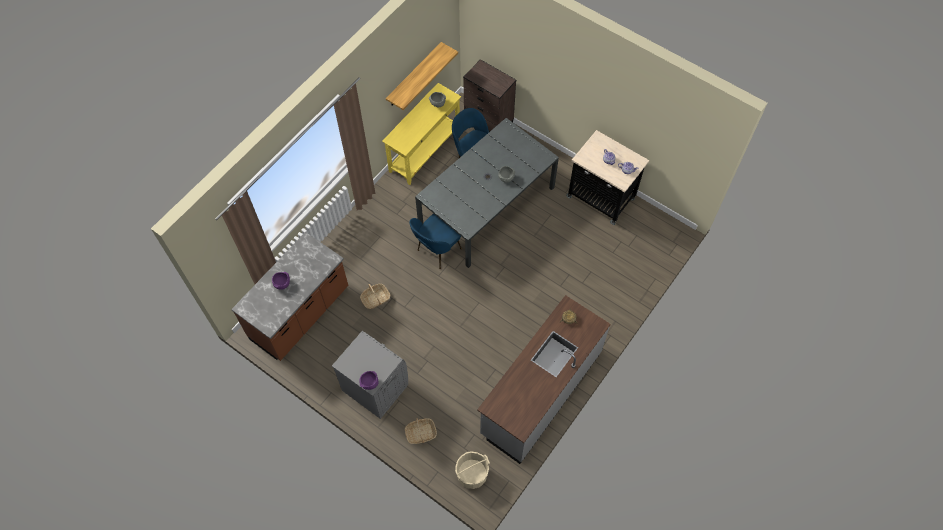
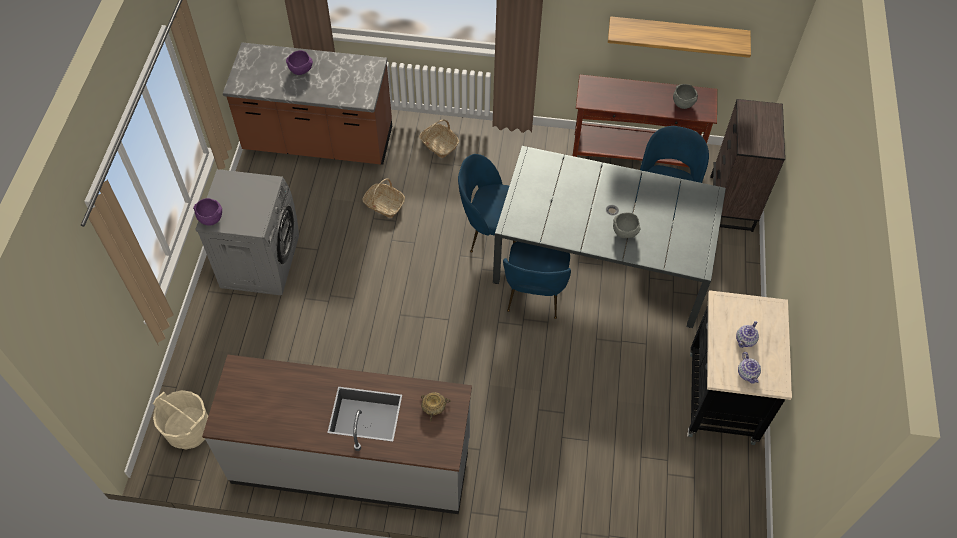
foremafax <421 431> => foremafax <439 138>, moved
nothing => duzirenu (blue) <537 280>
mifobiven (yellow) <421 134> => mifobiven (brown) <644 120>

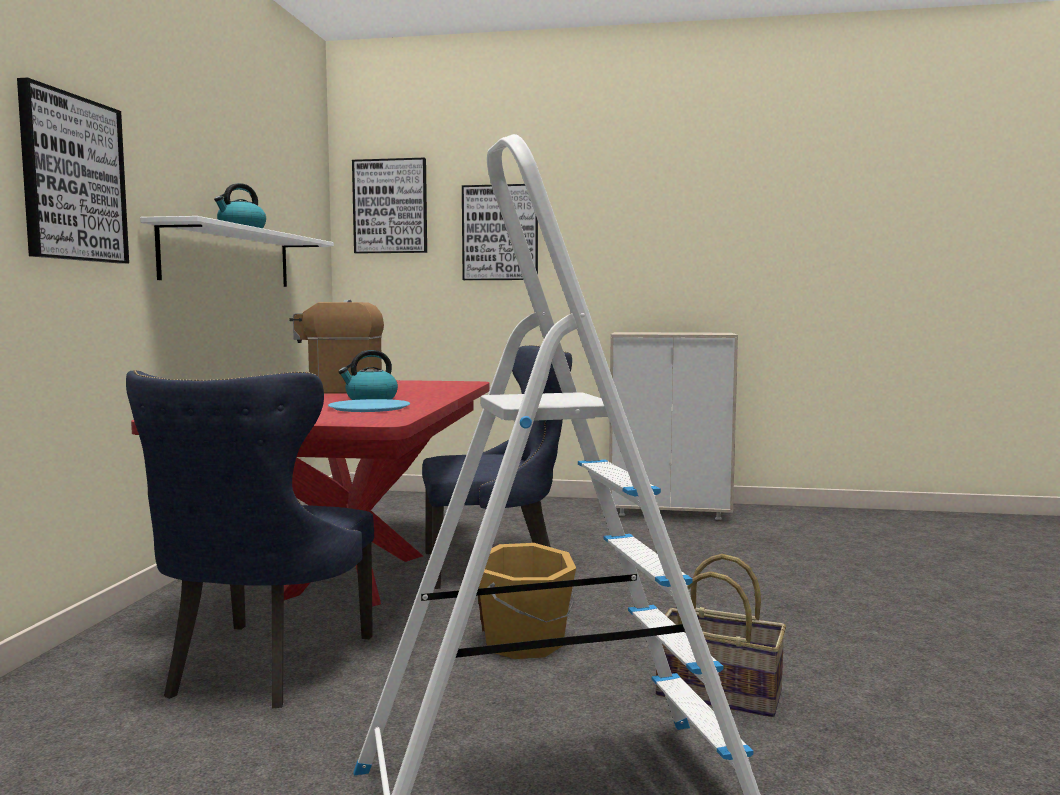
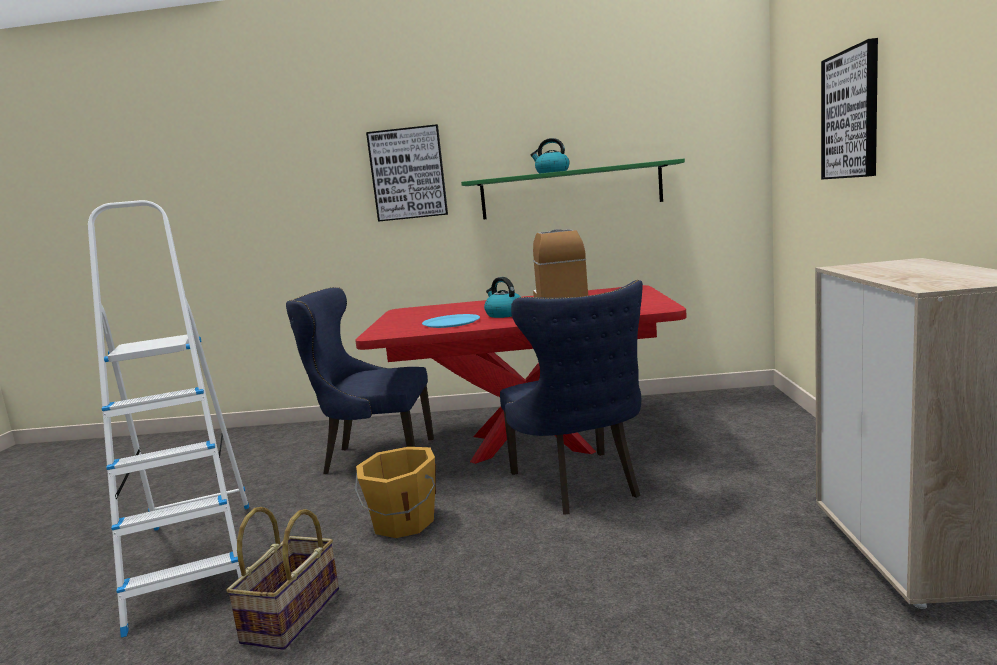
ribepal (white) <237 251> => ribepal (green) <573 189>
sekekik <389 206> => nothing

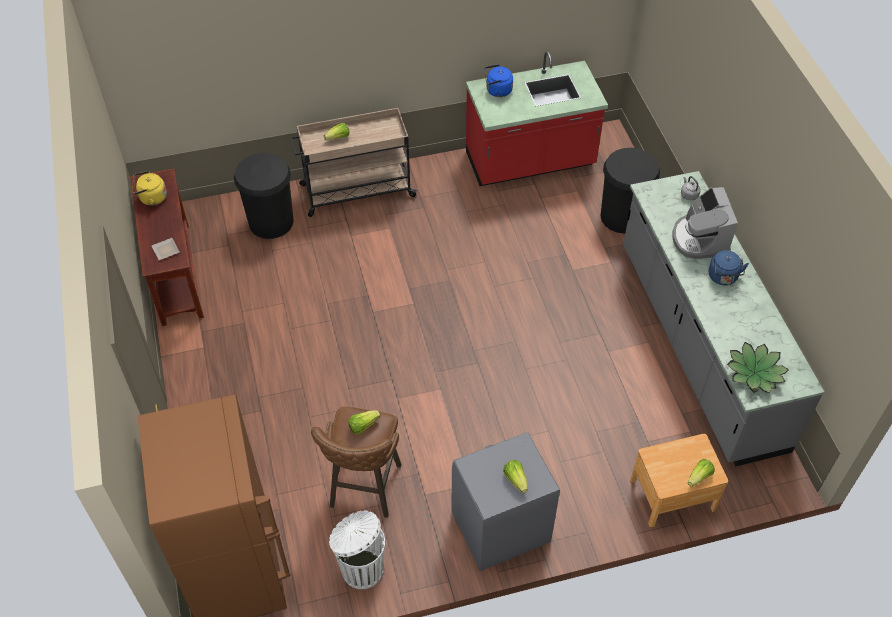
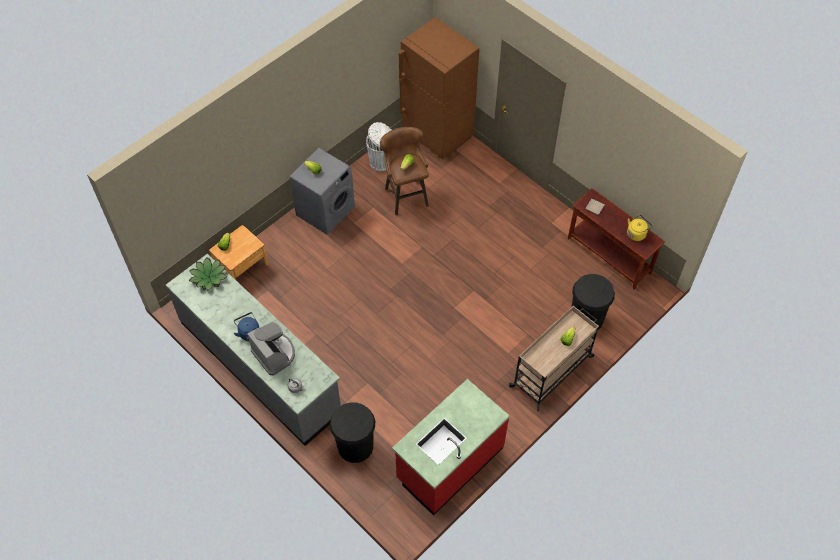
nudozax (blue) <498 80> => nothing

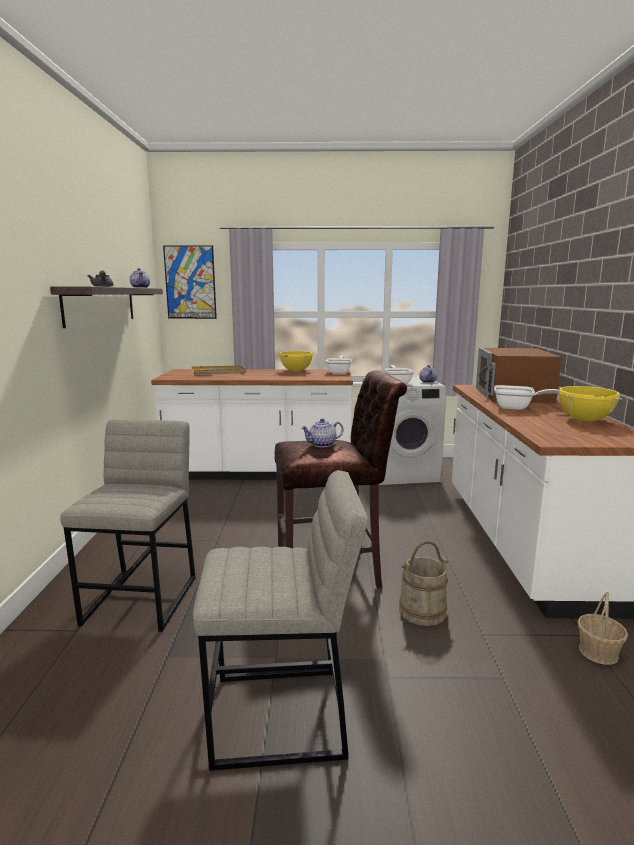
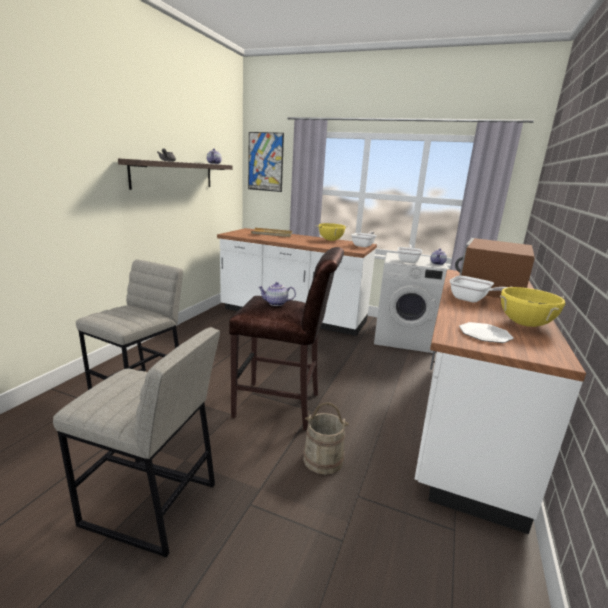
nothing => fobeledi <486 332>
foremafax <602 628> => nothing

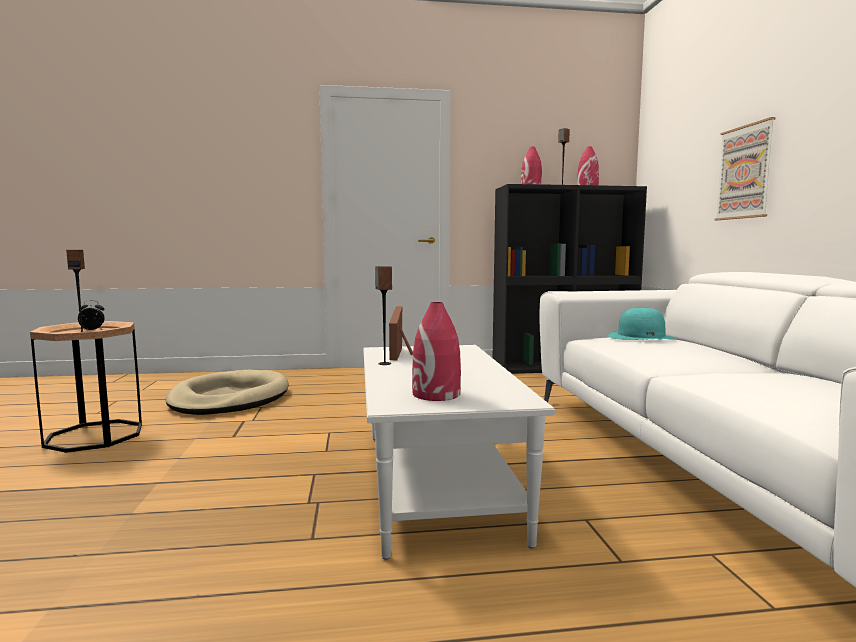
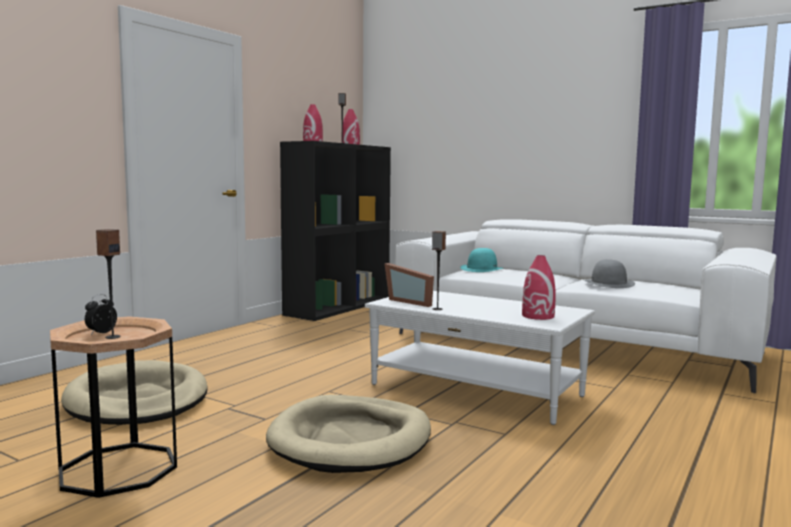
nothing => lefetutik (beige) <348 434>
nothing => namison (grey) <609 273>
sekekik <745 168> => nothing

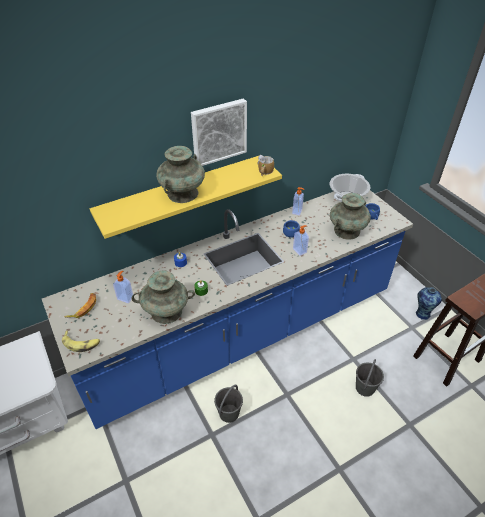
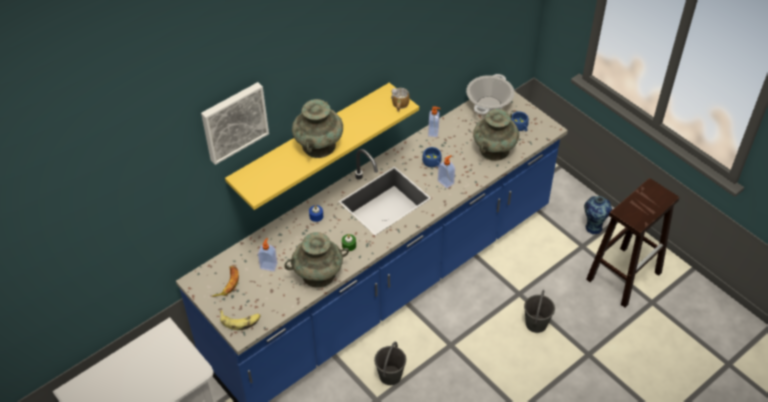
sekekik <219 132> => sekekik <235 123>, moved

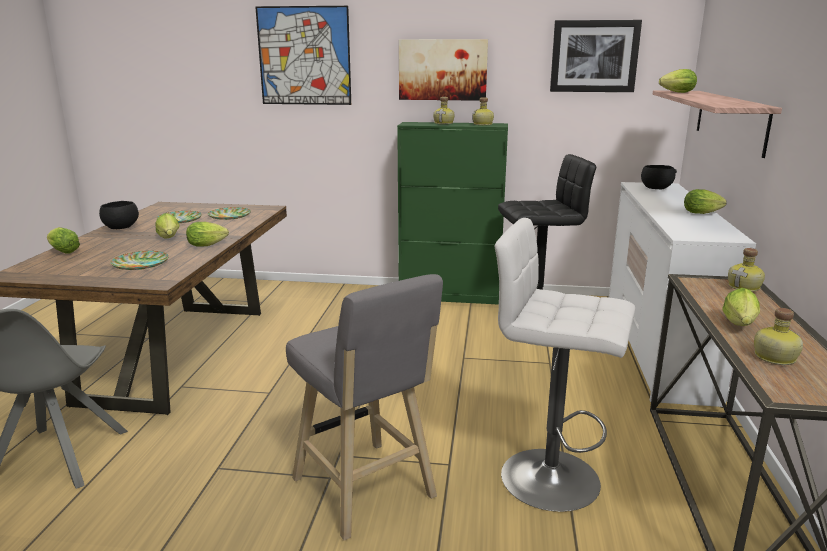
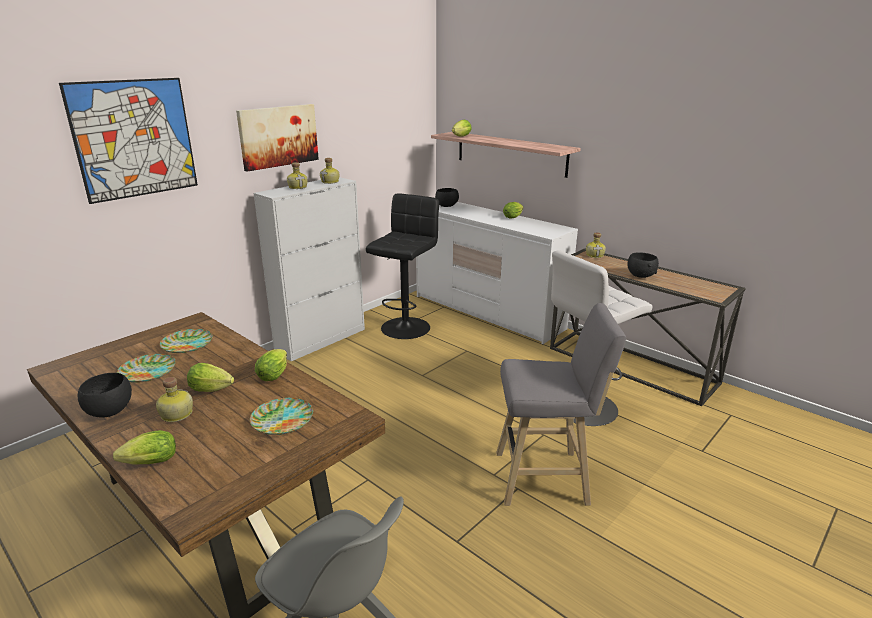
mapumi <778 336> => mapumi <174 399>, moved
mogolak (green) <452 213> => mogolak (white) <309 269>
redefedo <741 307> => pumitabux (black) <643 265>
sekekik <596 56> => nothing

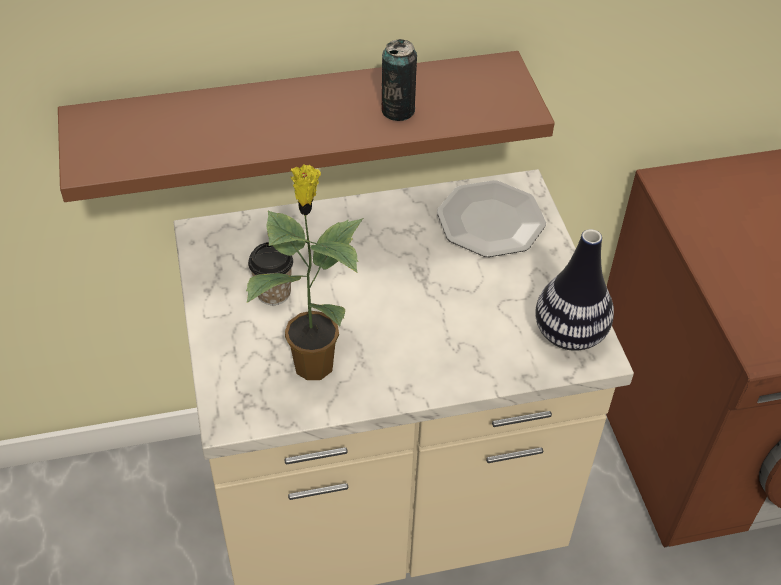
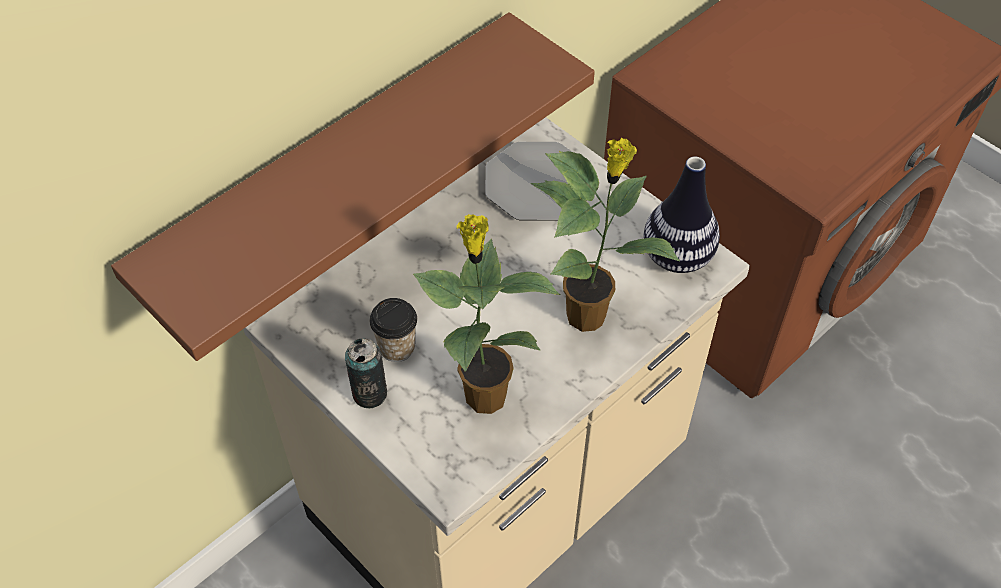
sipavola <399 80> => sipavola <366 373>, moved
nothing => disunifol <605 235>

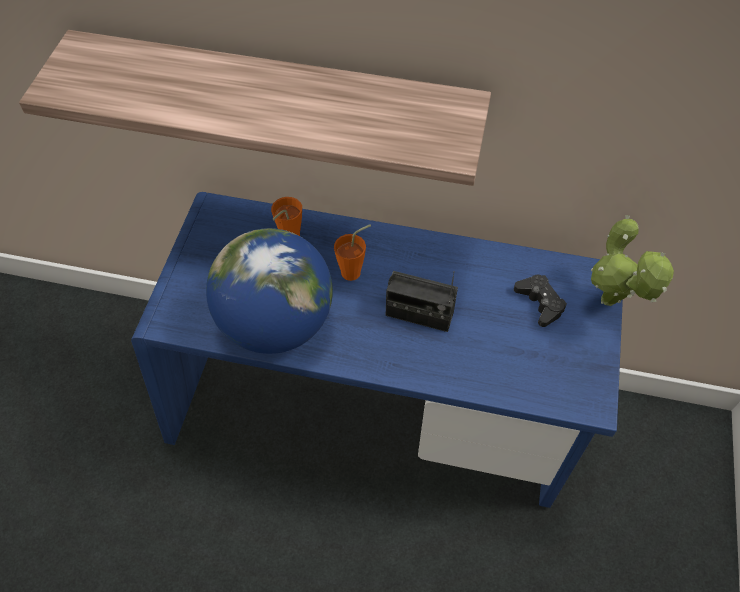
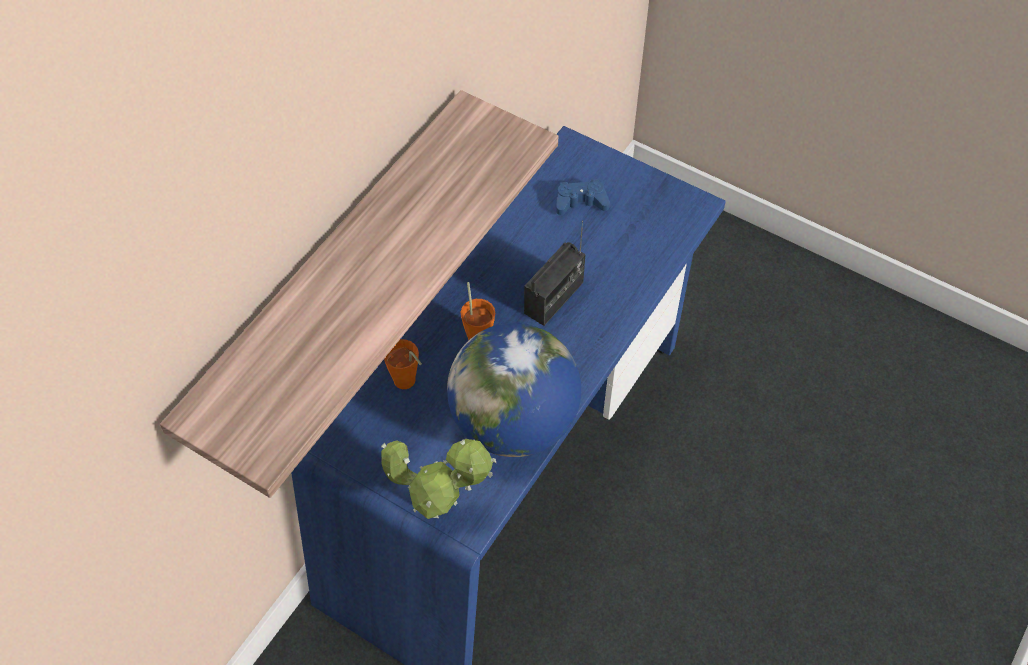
disunifol <632 260> => disunifol <438 479>, moved
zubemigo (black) <540 301> => zubemigo (blue) <583 197>

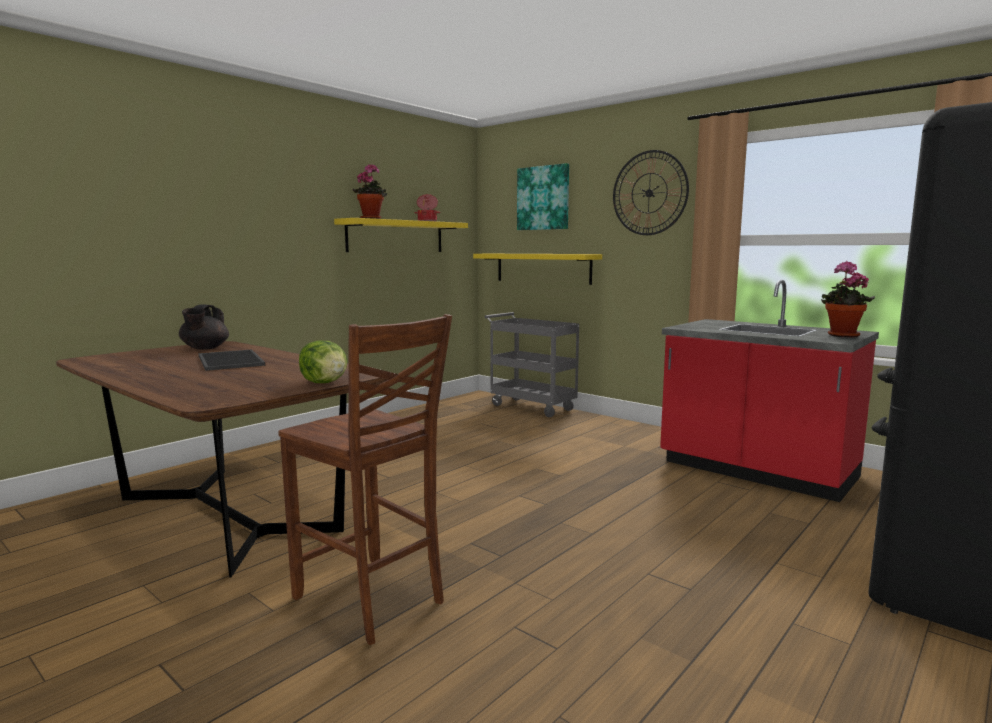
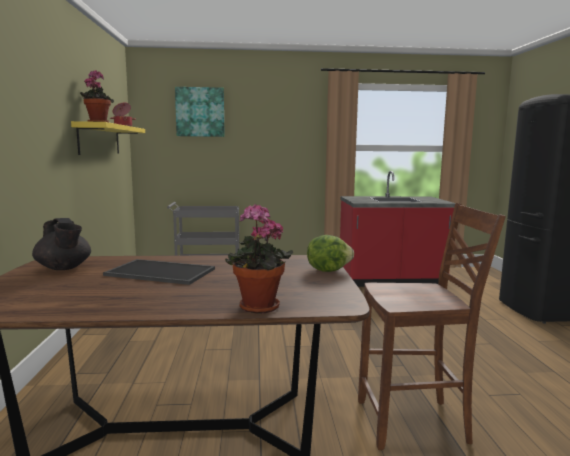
disunifol <848 299> => disunifol <259 259>, moved
ribepal (yellow) <537 269> => nothing
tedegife <651 192> => nothing

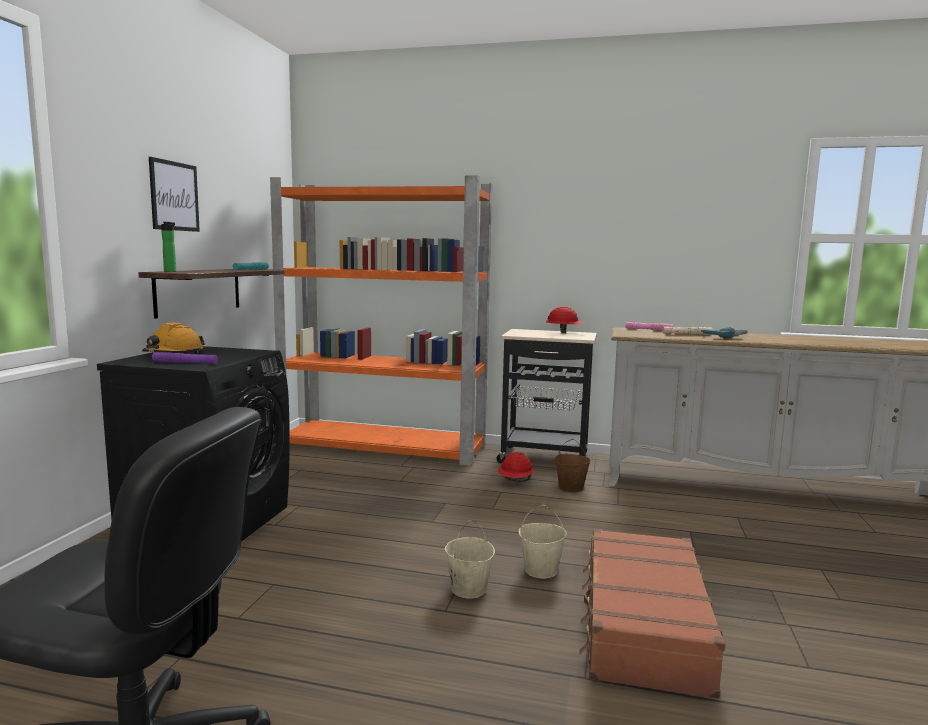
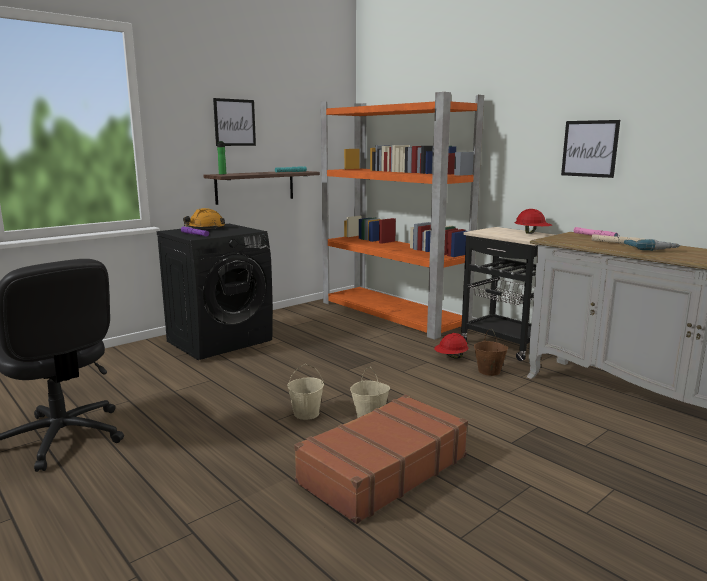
nothing => sekekik <590 149>

